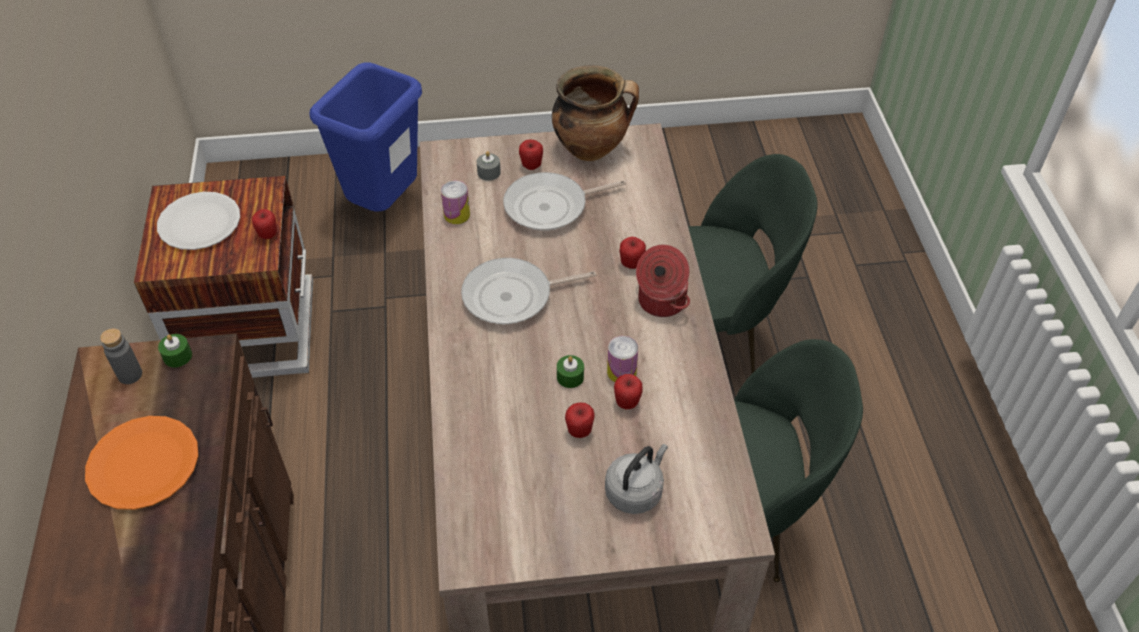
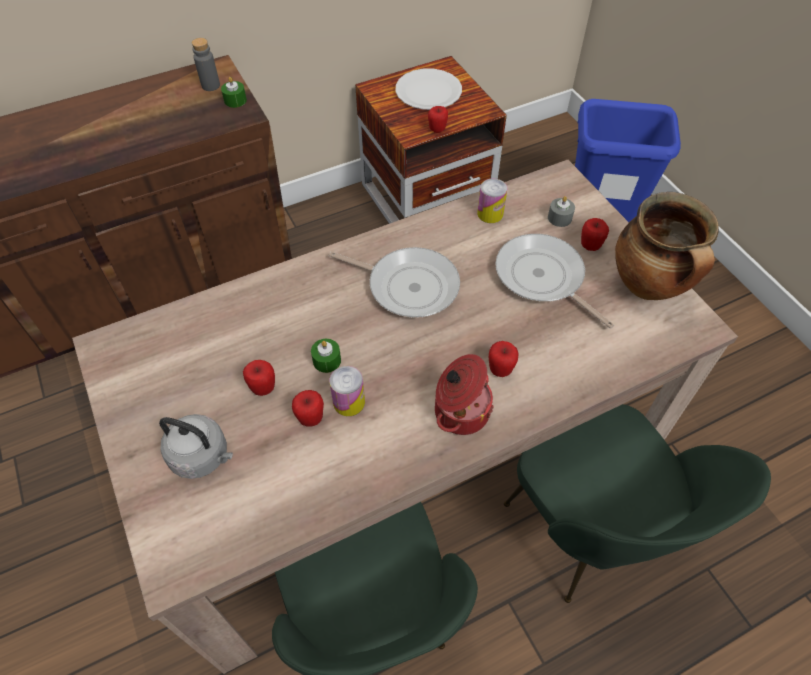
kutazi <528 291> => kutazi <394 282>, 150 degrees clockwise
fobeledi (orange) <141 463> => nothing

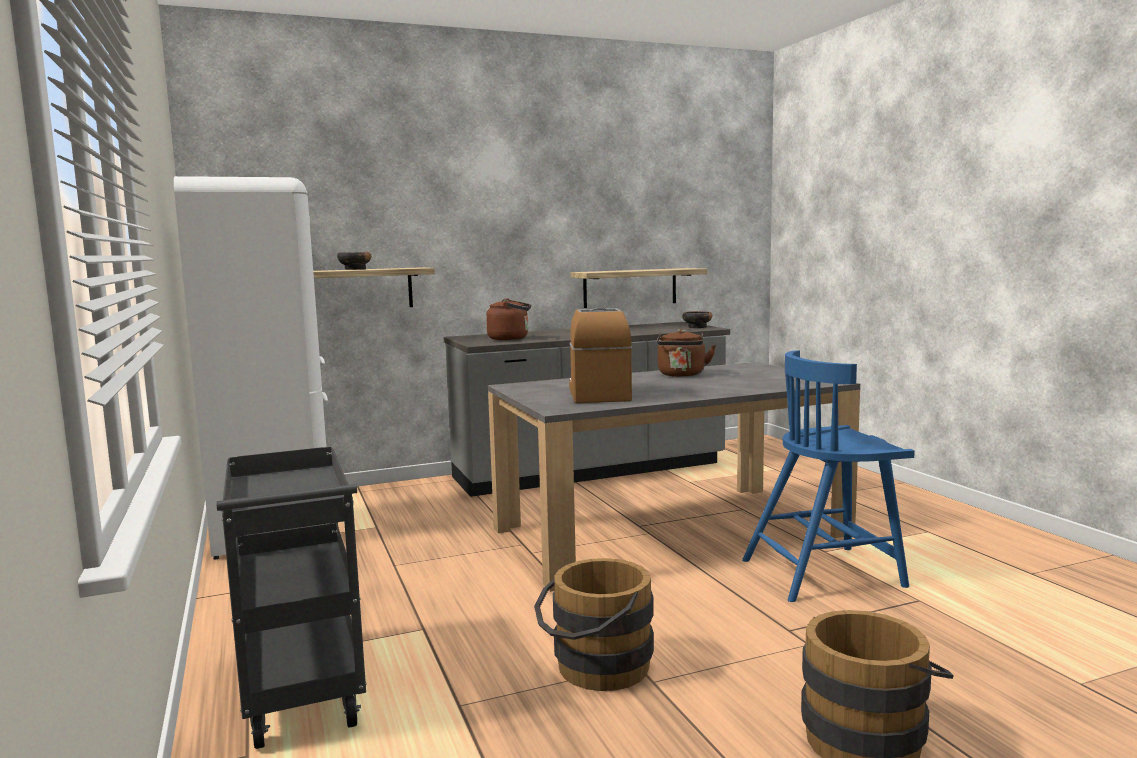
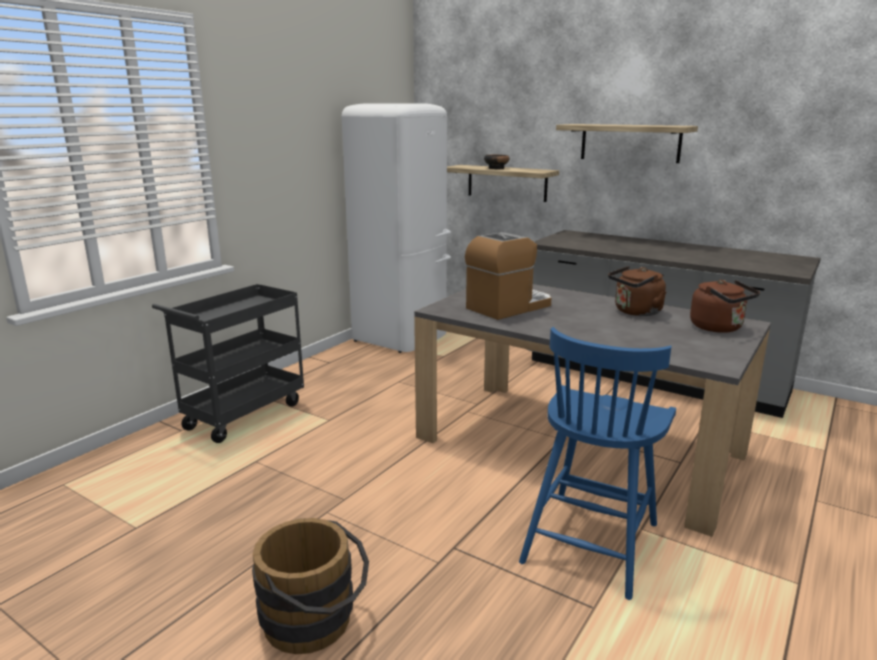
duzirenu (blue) <828 476> => duzirenu (blue) <597 463>, 105 degrees counterclockwise
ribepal <639 288> => ribepal <627 143>, moved
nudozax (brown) <508 319> => nudozax (brown) <725 306>, moved
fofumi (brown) <594 624> => nothing
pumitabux <697 319> => nothing

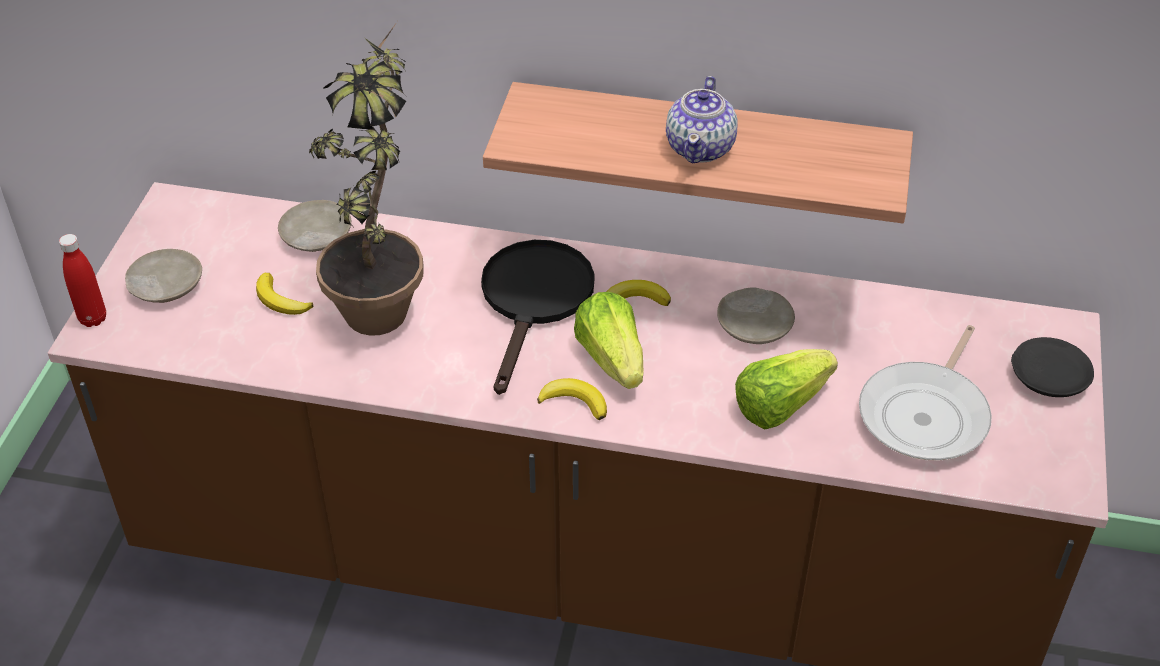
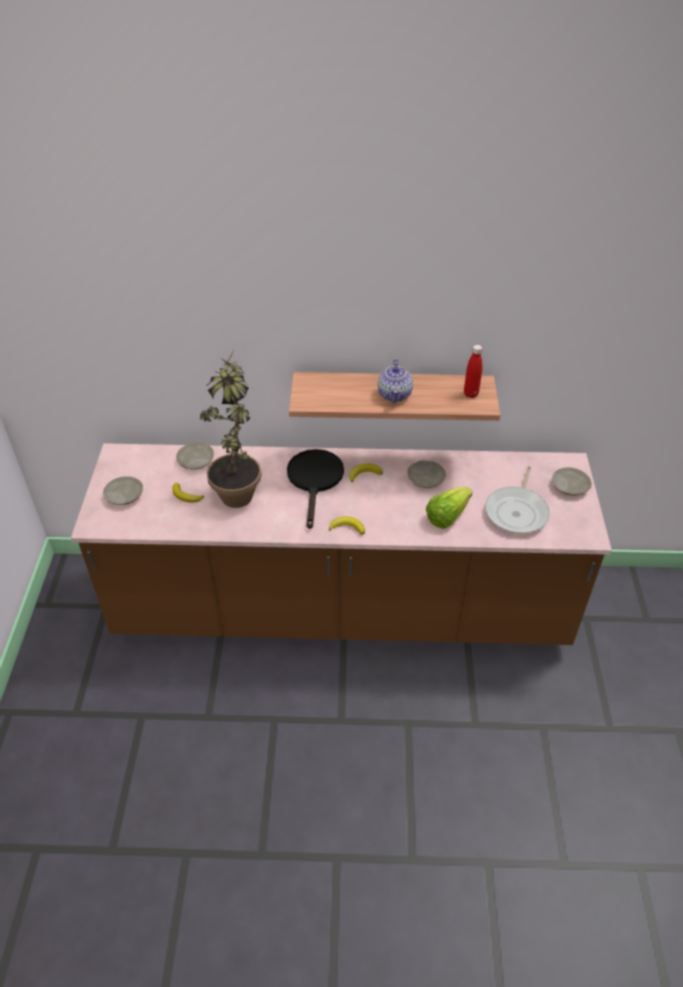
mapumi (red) <82 280> => mapumi (red) <473 371>, moved
fobeledi (black) <1052 367> => fobeledi (beige) <572 481>
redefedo <608 340> => nothing

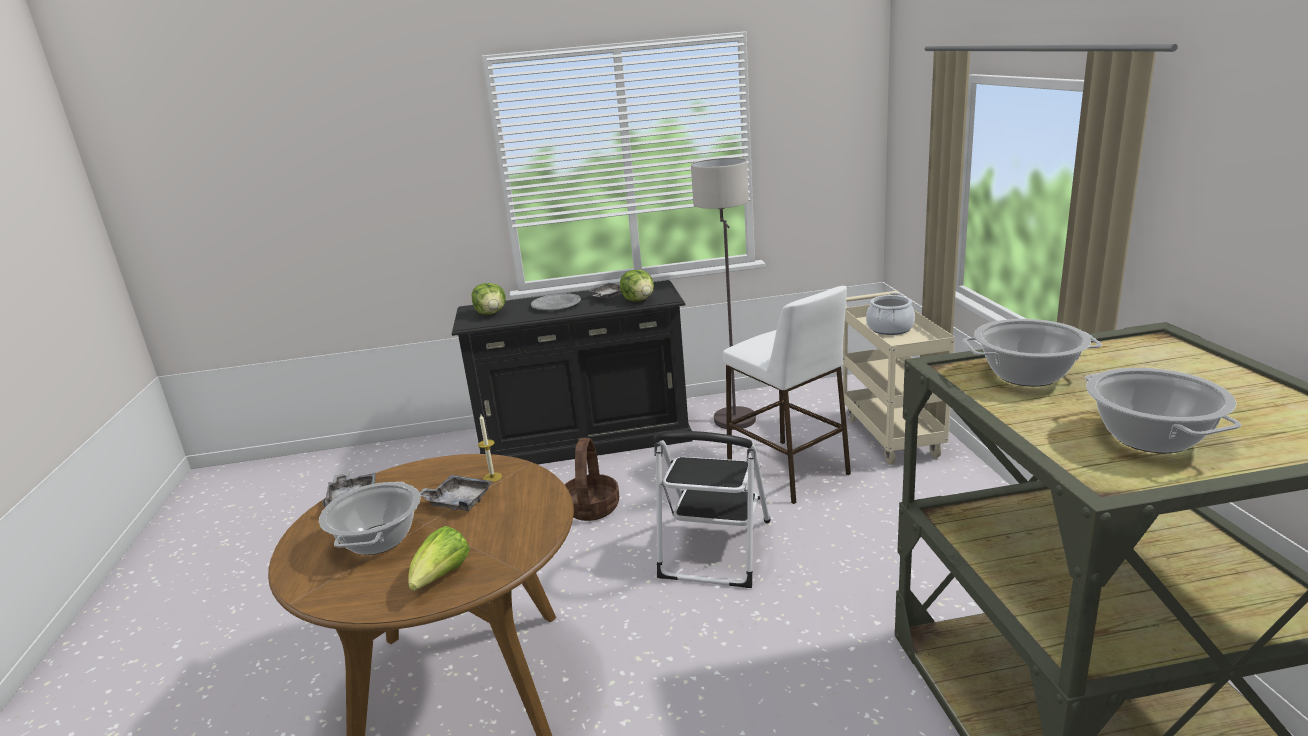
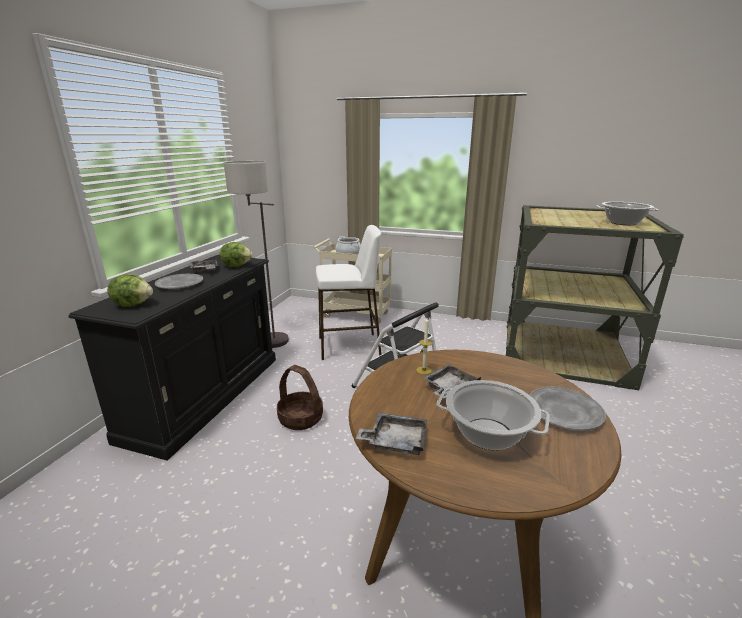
redefedo <439 558> => fobeledi (grey) <567 409>
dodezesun <1032 353> => nothing

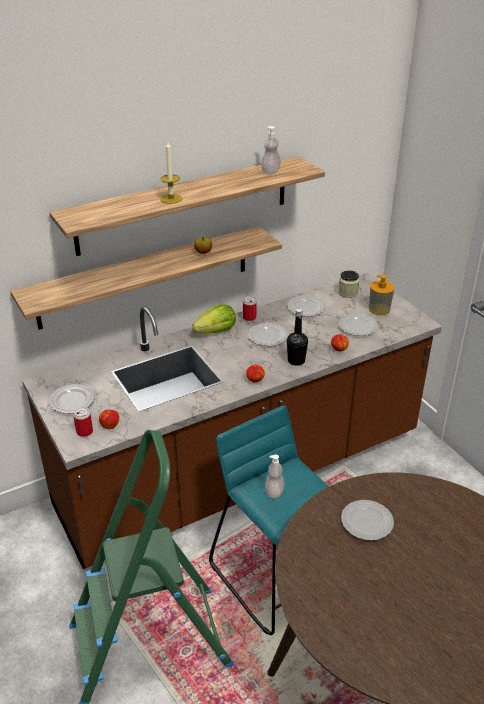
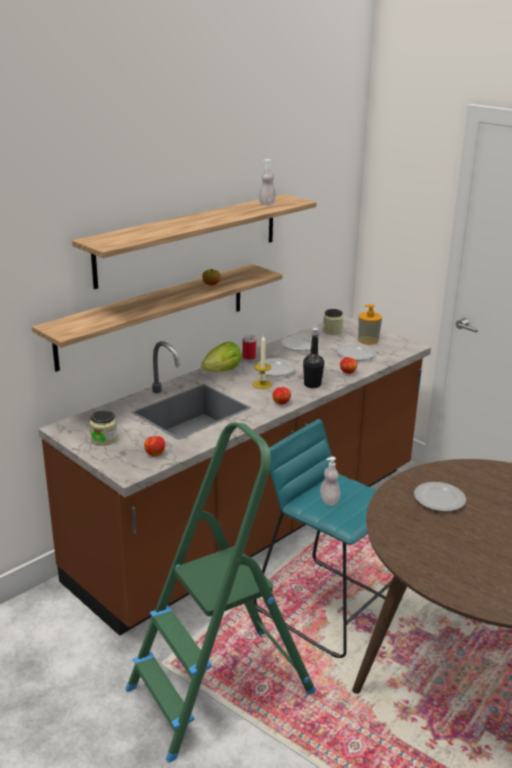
fobeledi <72 399> => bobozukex <103 428>
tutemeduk <171 173> => tutemeduk <262 362>, moved
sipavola <83 422> => nothing

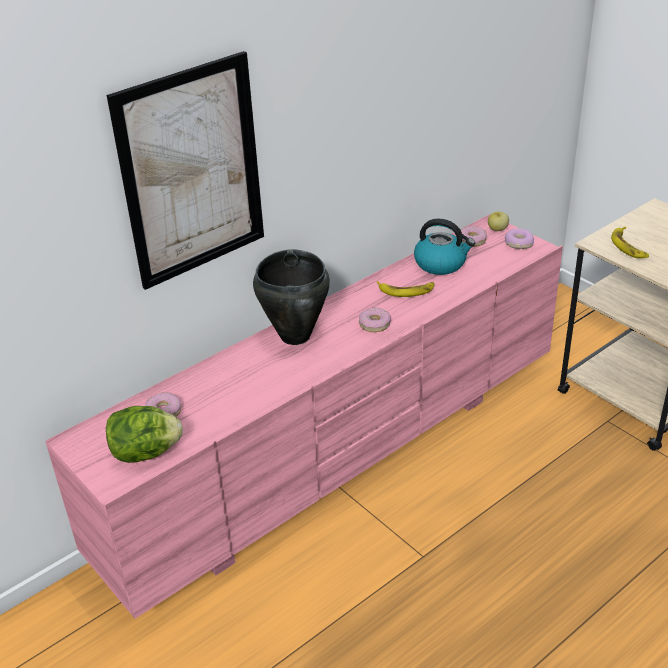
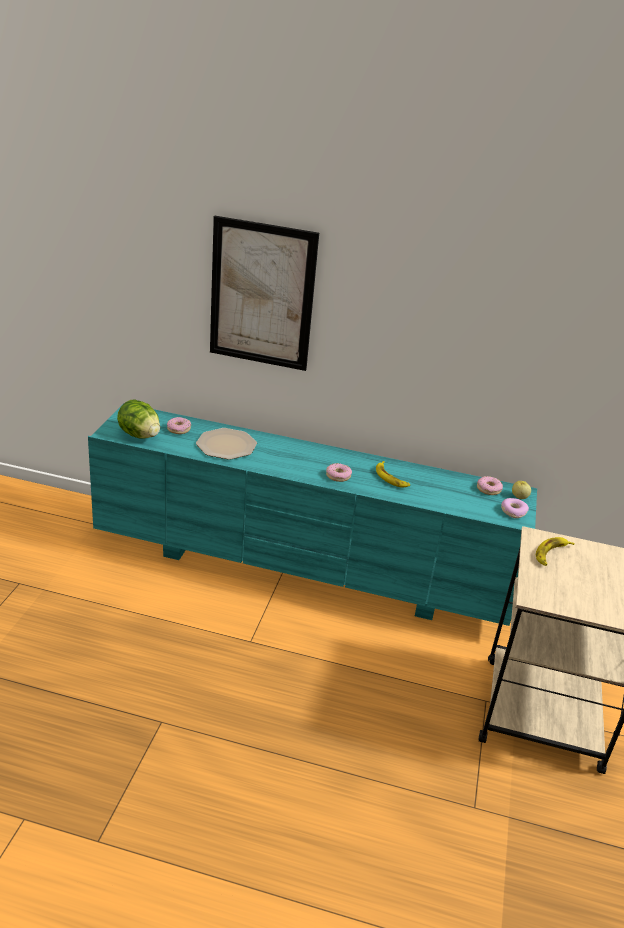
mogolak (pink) <304 416> => mogolak (turquoise) <312 517>
nothing => fobeledi <226 444>
dodezesun (black) <291 297> => nothing
nudozax <444 247> => nothing

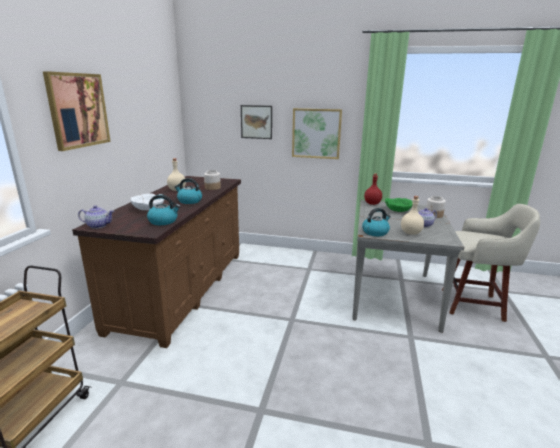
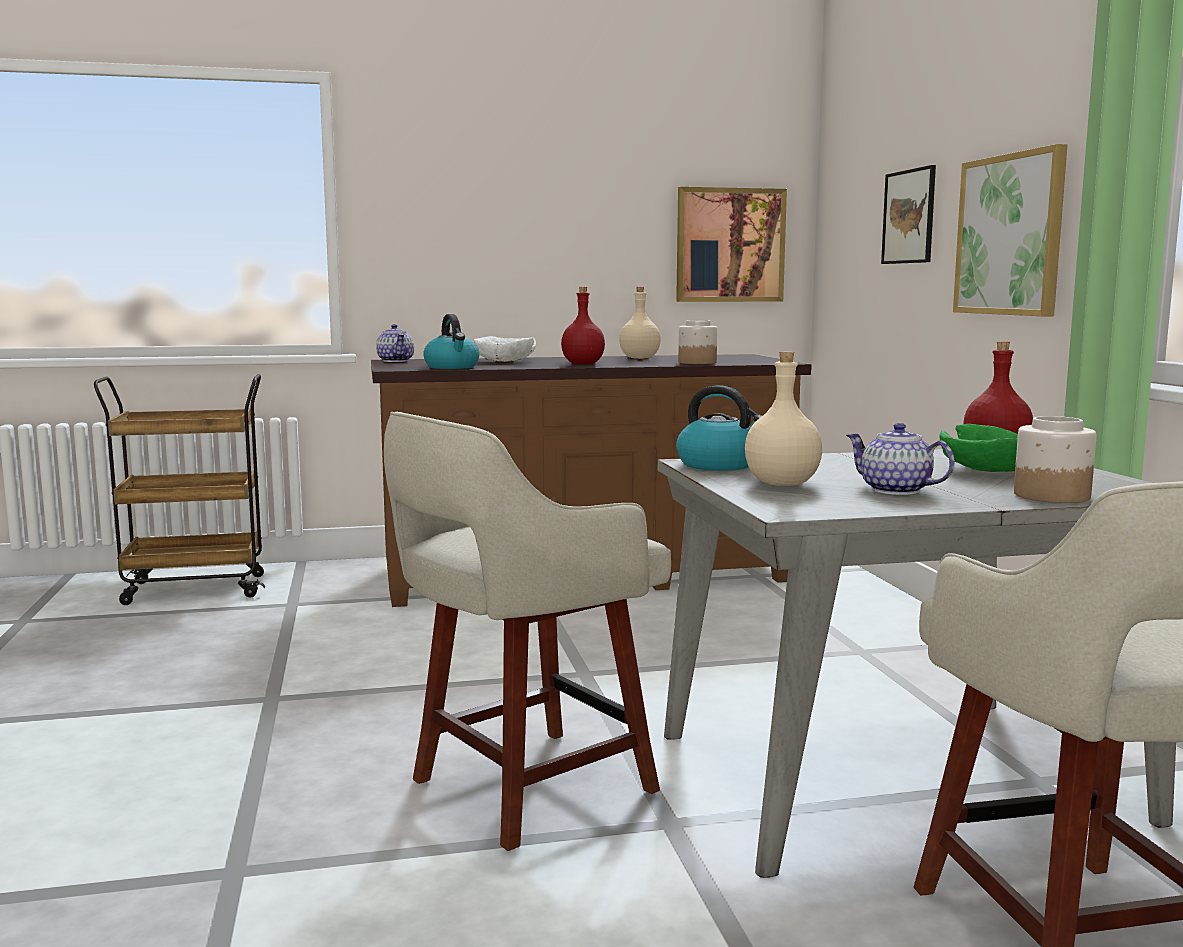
nothing => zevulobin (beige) <527 631>
nudozax <188 191> => mapumi (red) <583 326>
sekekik <77 111> => sekekik <731 244>, moved

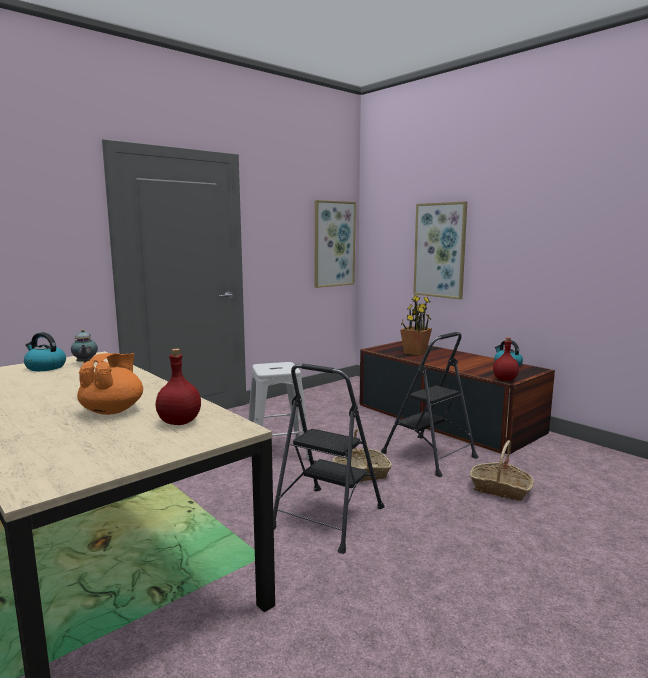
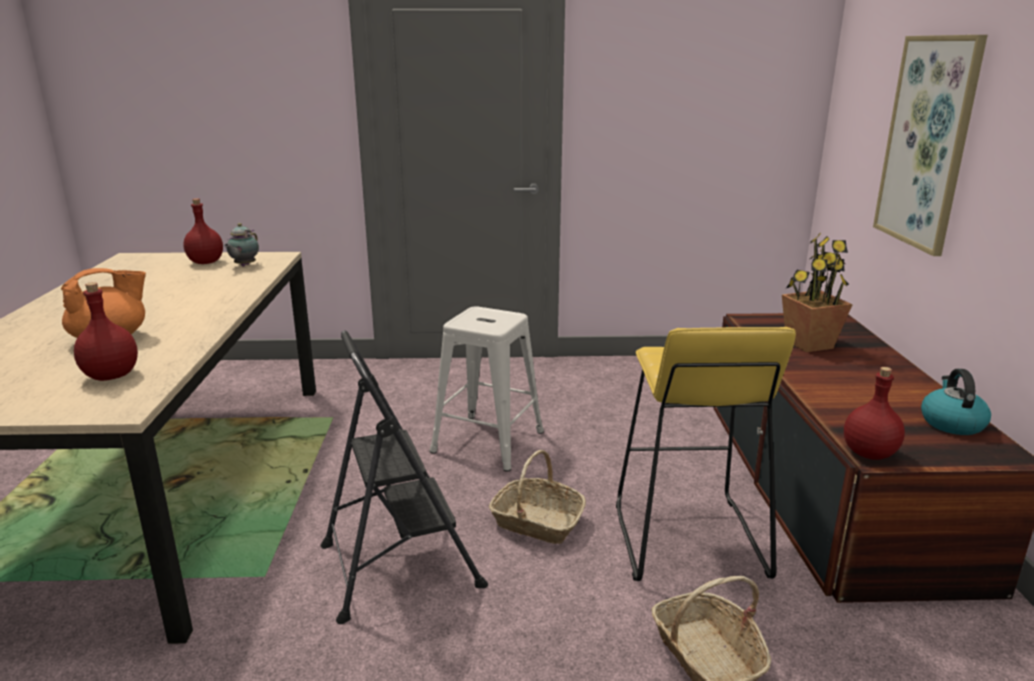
nudozax <45 351> => mapumi (red) <203 231>
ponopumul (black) <429 404> => zevulobin (yellow) <706 454>
sekekik <335 244> => nothing

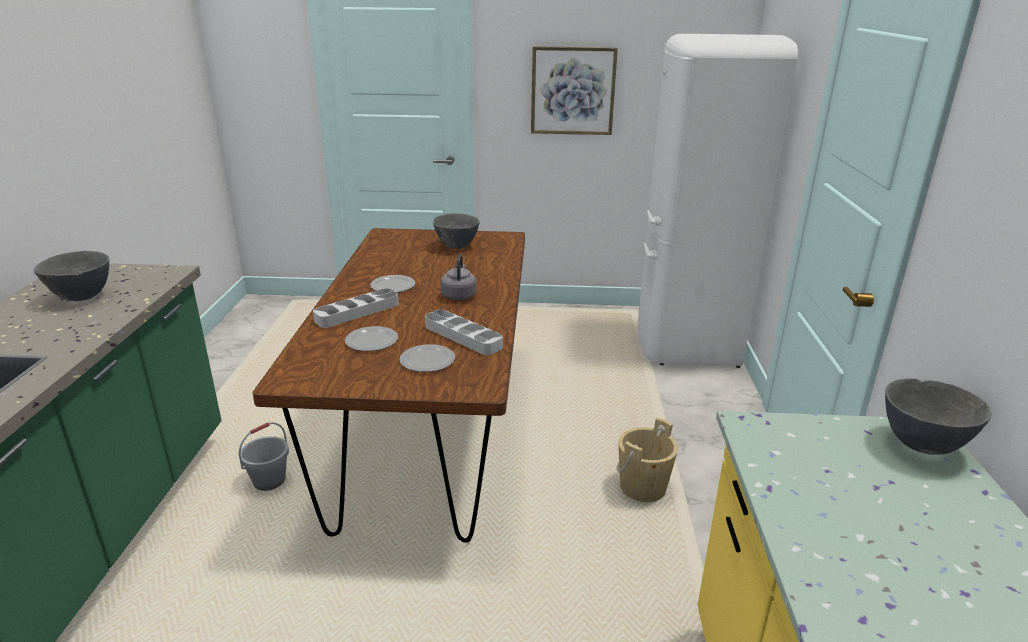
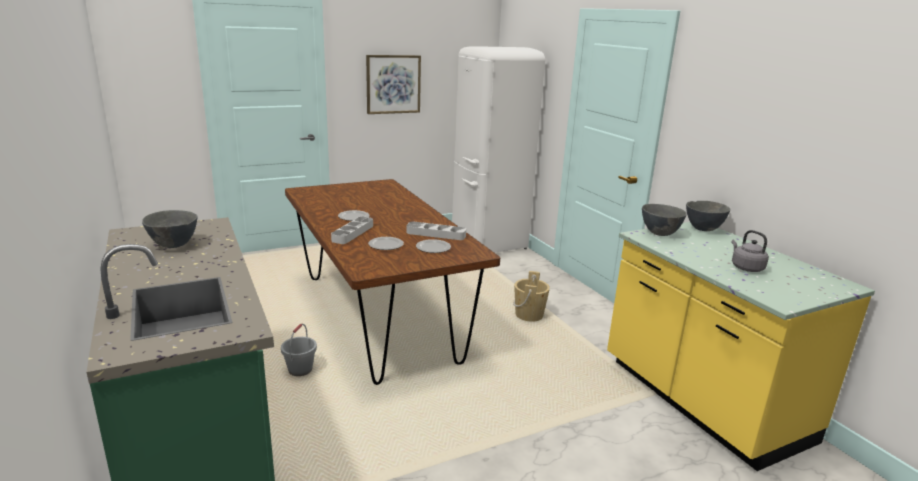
pumitabux (grey) <456 231> => pumitabux (grey) <664 220>, moved
nudozax (grey) <459 276> => nudozax (grey) <750 251>, moved

